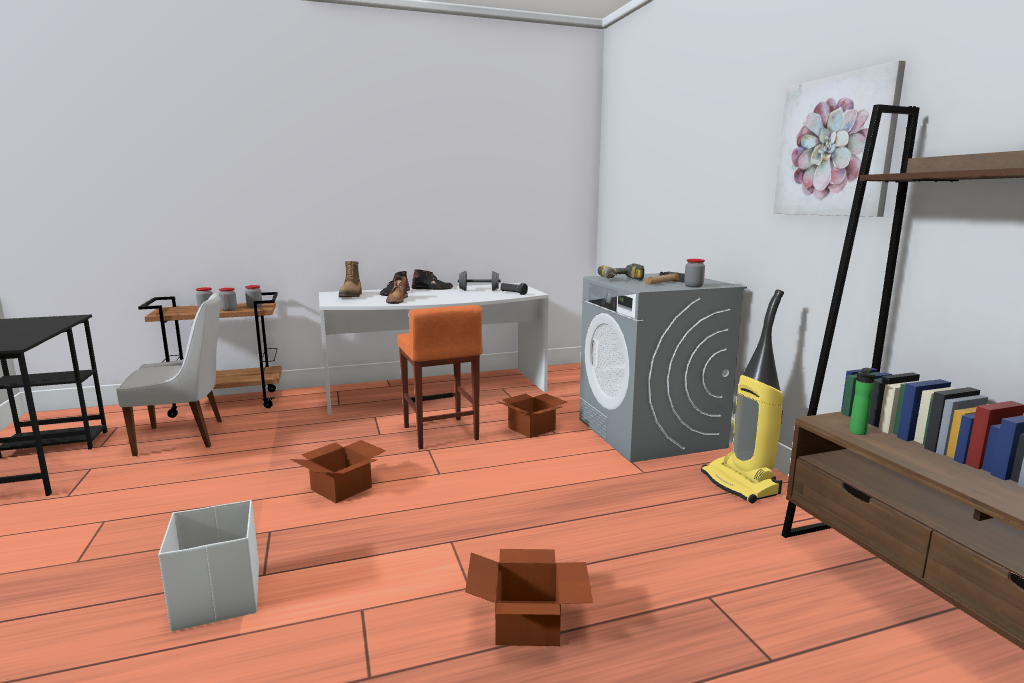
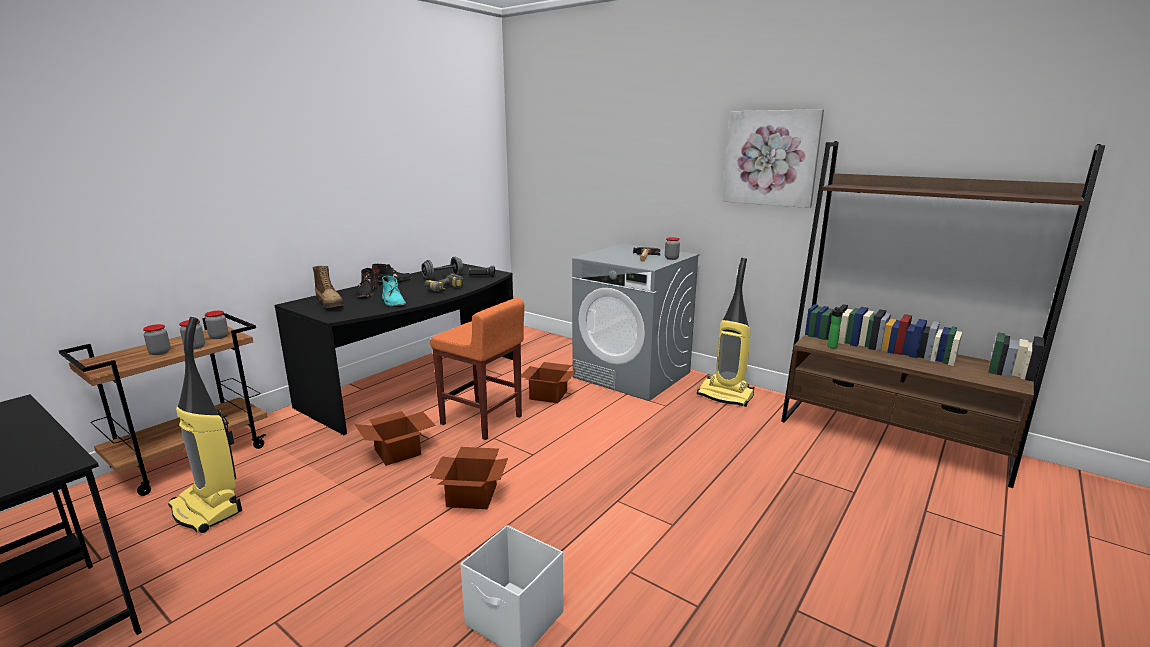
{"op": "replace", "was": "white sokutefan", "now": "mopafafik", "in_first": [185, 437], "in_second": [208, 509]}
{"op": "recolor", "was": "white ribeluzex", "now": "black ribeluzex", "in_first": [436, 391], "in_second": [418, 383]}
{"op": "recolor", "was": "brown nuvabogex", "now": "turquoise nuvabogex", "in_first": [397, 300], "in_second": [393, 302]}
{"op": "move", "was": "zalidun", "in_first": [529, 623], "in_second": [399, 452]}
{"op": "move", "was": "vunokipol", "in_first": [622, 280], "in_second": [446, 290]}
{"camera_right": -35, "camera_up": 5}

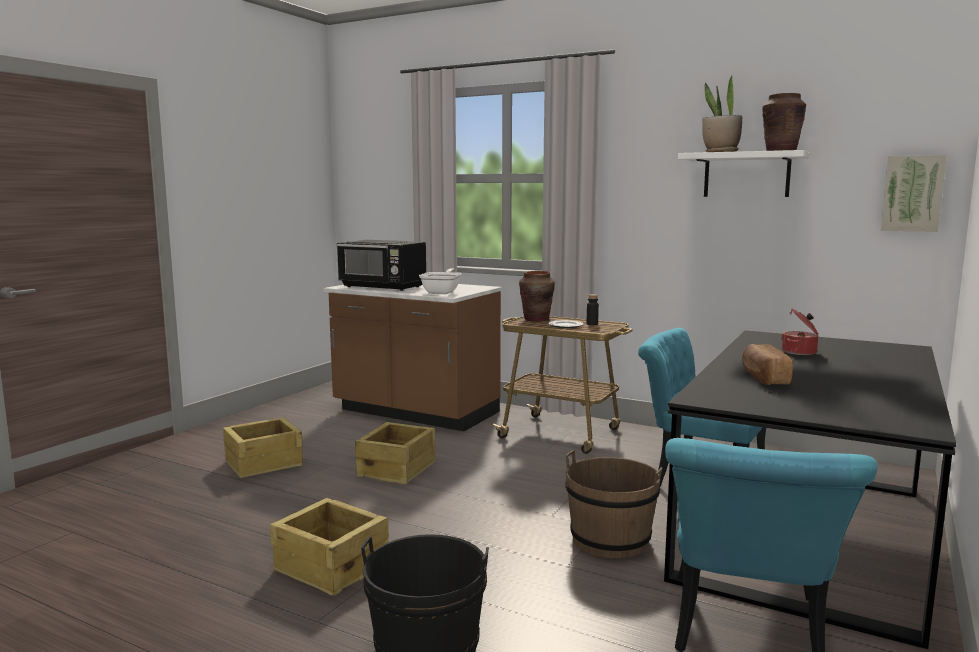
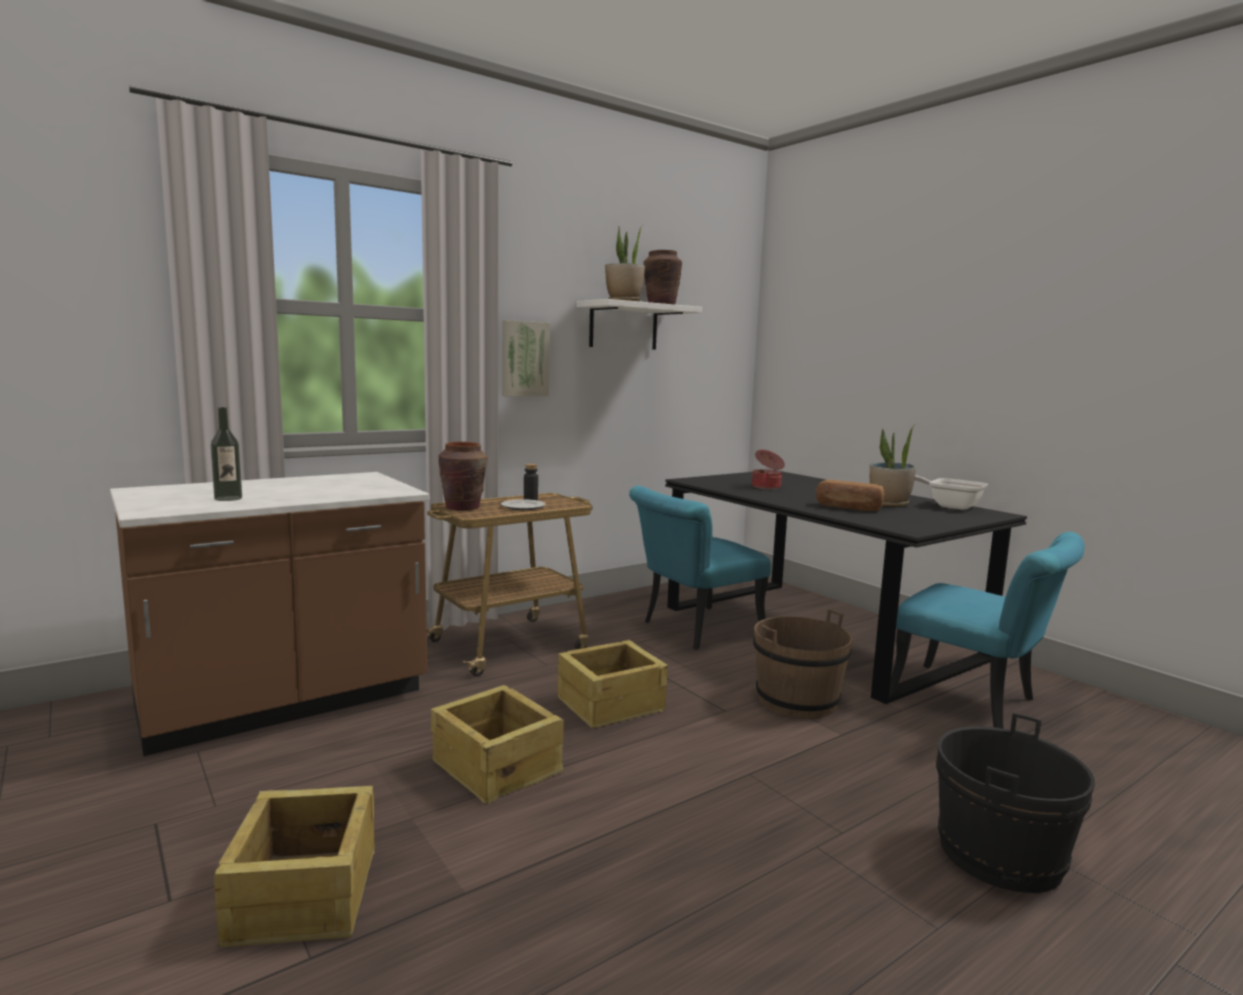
{"op": "move", "was": "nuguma", "in_first": [332, 566], "in_second": [609, 704]}
{"op": "replace", "was": "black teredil", "now": "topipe", "in_first": [383, 287], "in_second": [228, 498]}
{"op": "move", "was": "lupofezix", "in_first": [442, 292], "in_second": [949, 505]}
{"op": "move", "was": "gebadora", "in_first": [912, 193], "in_second": [524, 359]}
{"op": "insert", "now": "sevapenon", "in_second": [889, 504]}
{"camera_right": -65, "camera_up": 0}

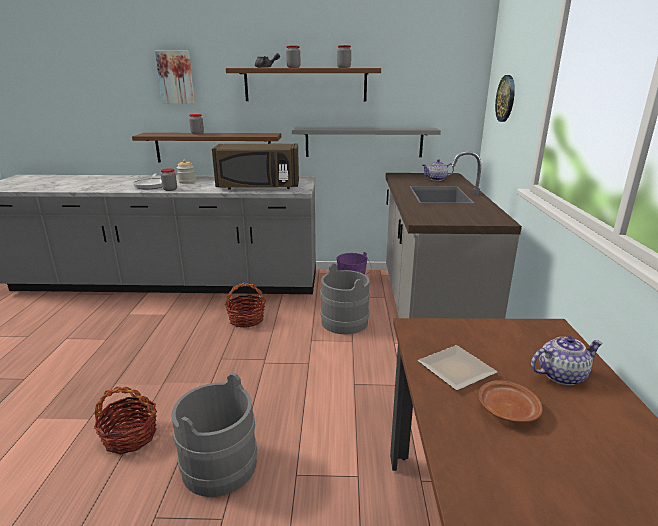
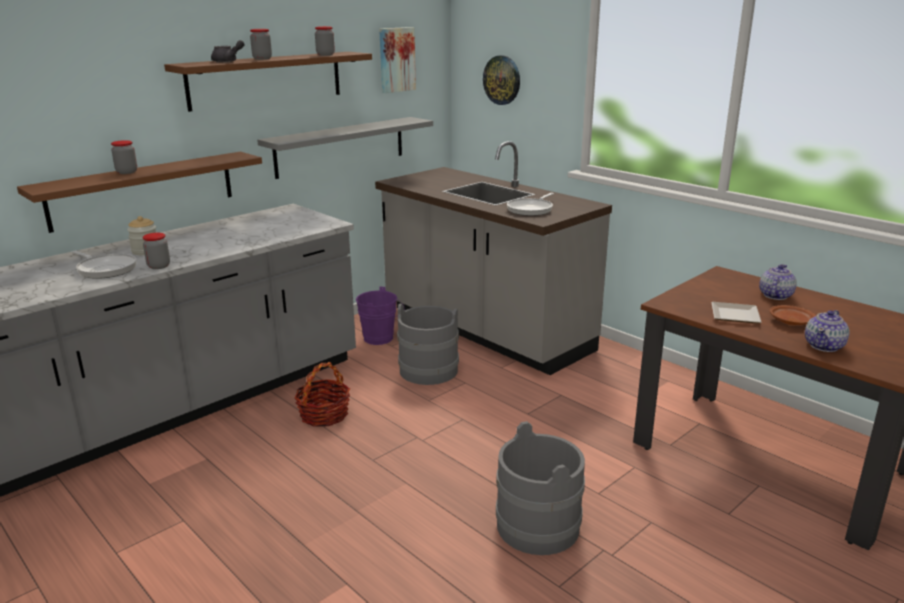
{"op": "delete", "was": "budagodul", "in_first": [130, 436]}
{"op": "move", "was": "gebadora", "in_first": [176, 77], "in_second": [396, 59]}
{"op": "delete", "was": "brown teredil", "in_first": [258, 187]}
{"op": "move", "was": "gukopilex", "in_first": [437, 179], "in_second": [824, 346]}
{"op": "insert", "now": "lupofezix", "in_second": [531, 209]}
{"camera_right": -45, "camera_up": 0}

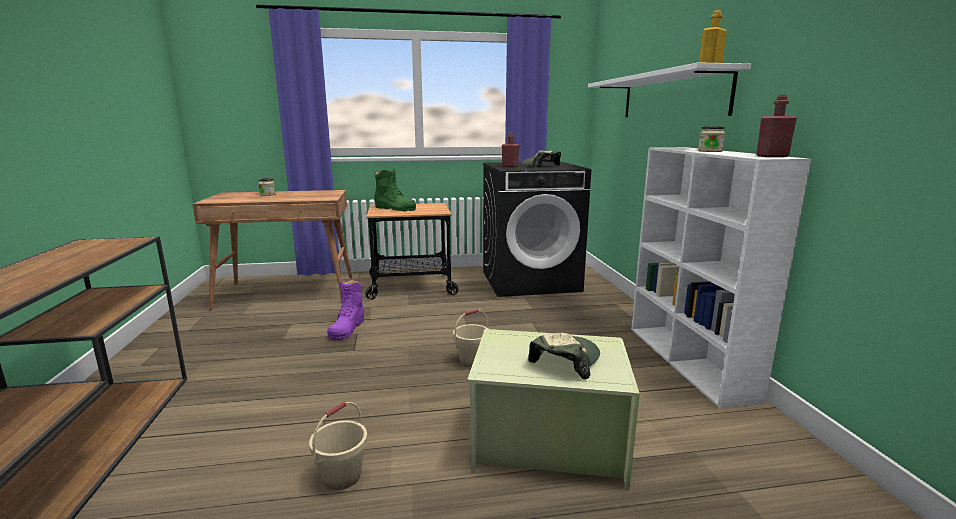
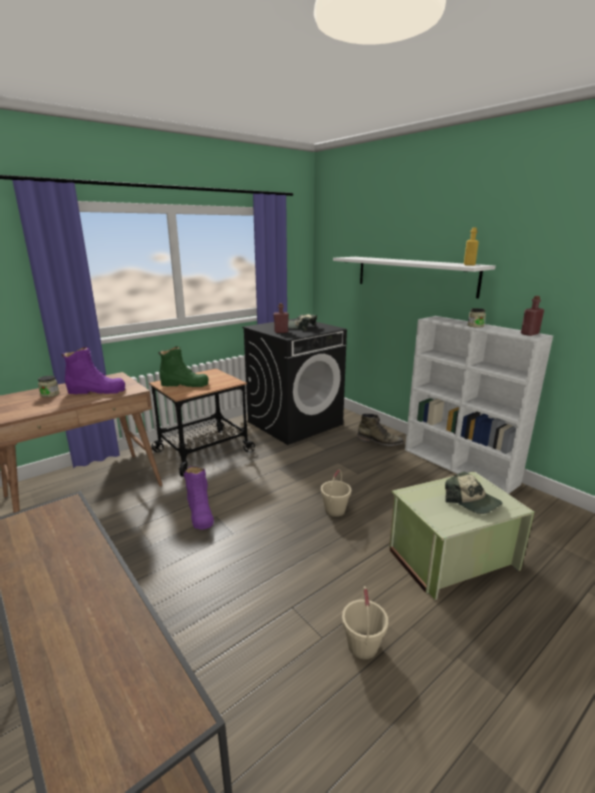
{"op": "rotate", "was": "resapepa", "in_first": [565, 361], "in_second": [472, 501], "clockwise": 135}
{"op": "insert", "now": "purple nuvabogex", "in_second": [97, 391]}
{"op": "insert", "now": "green nuvabogex", "in_second": [379, 442]}
{"camera_right": -30, "camera_up": 5}

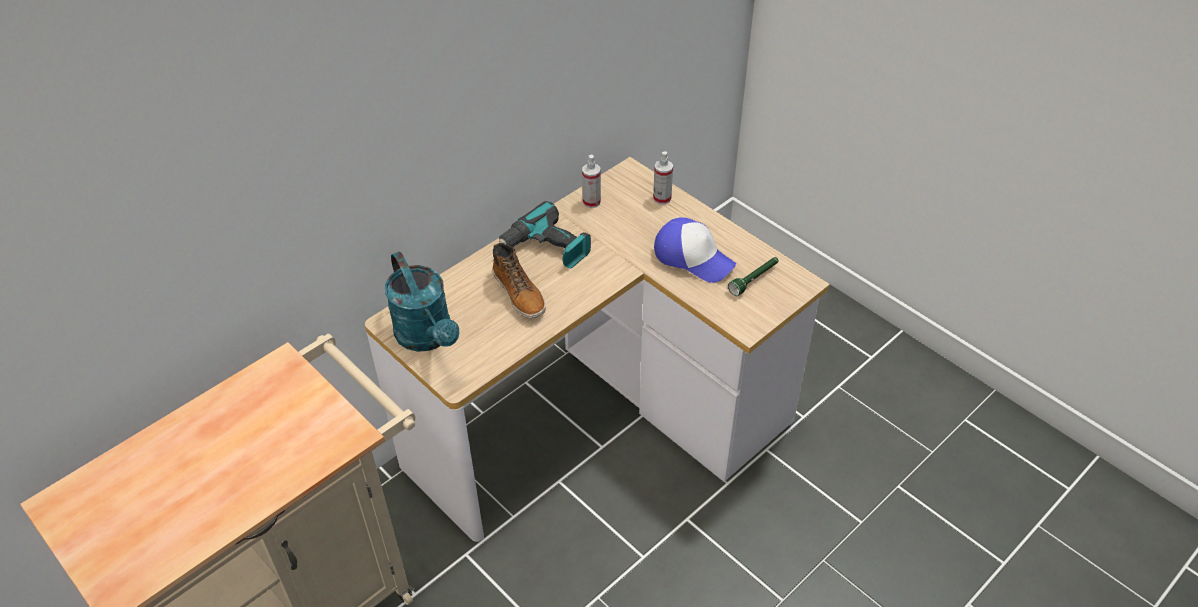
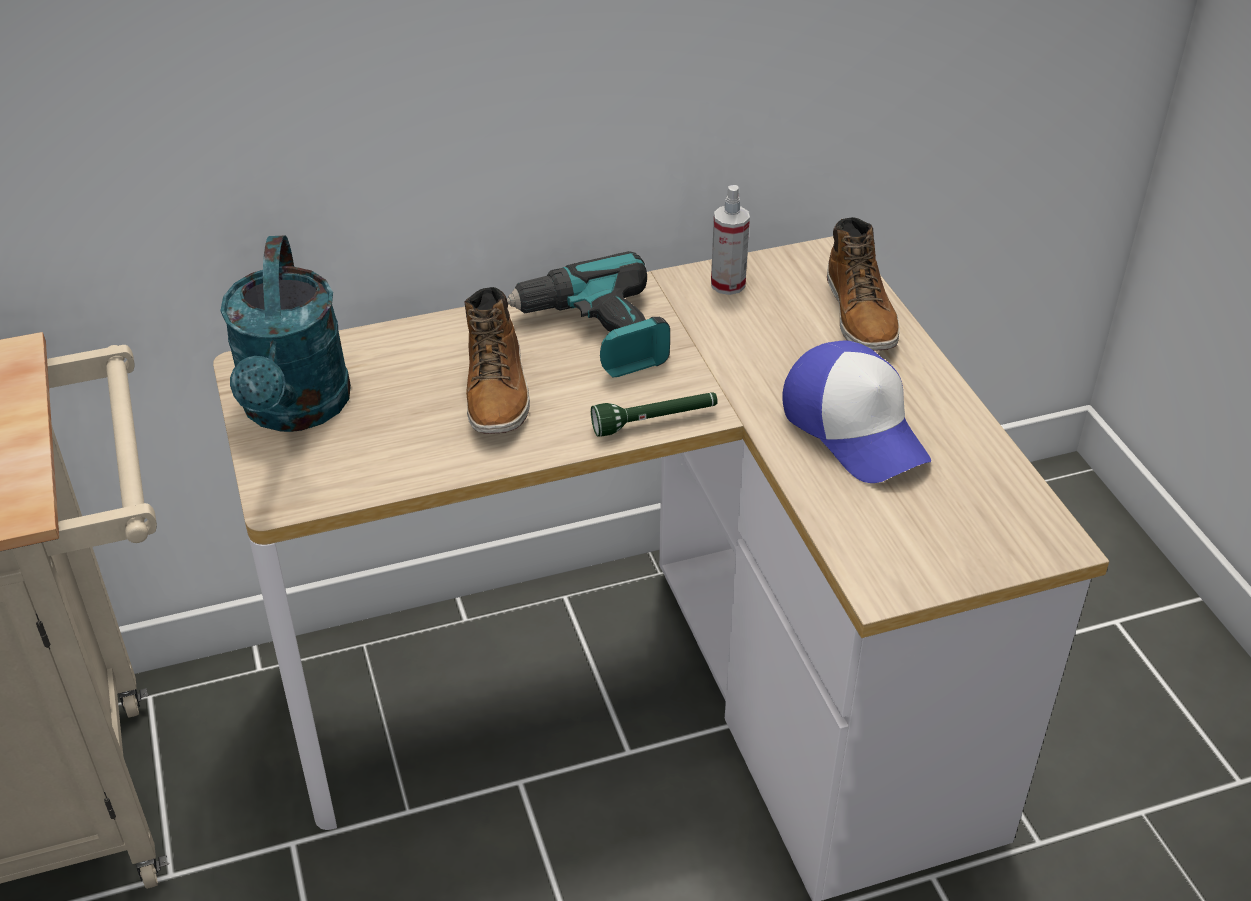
{"op": "replace", "was": "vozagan", "now": "nuvabogex", "in_first": [662, 198], "in_second": [861, 314]}
{"op": "move", "was": "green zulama", "in_first": [754, 279], "in_second": [655, 422]}
{"camera_right": 25, "camera_up": -5}

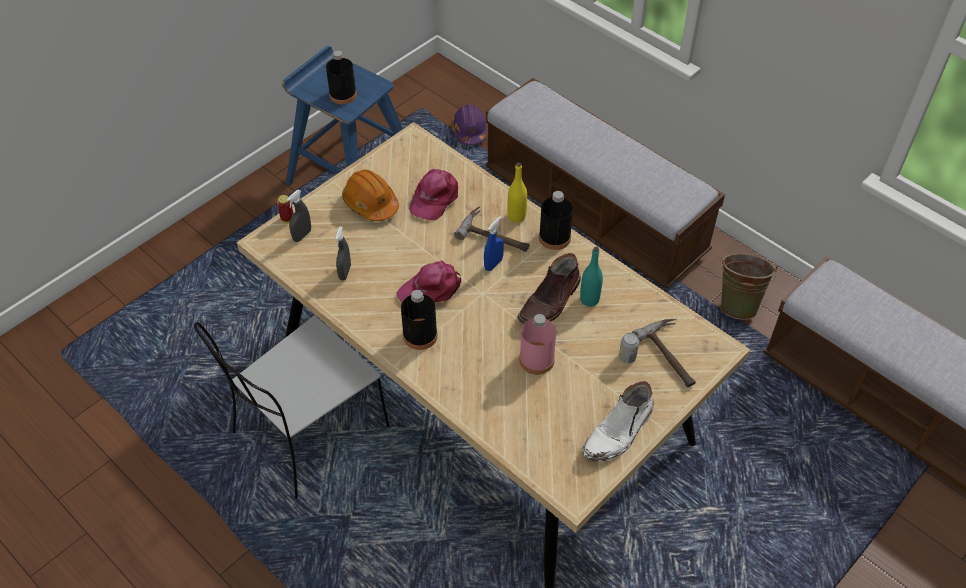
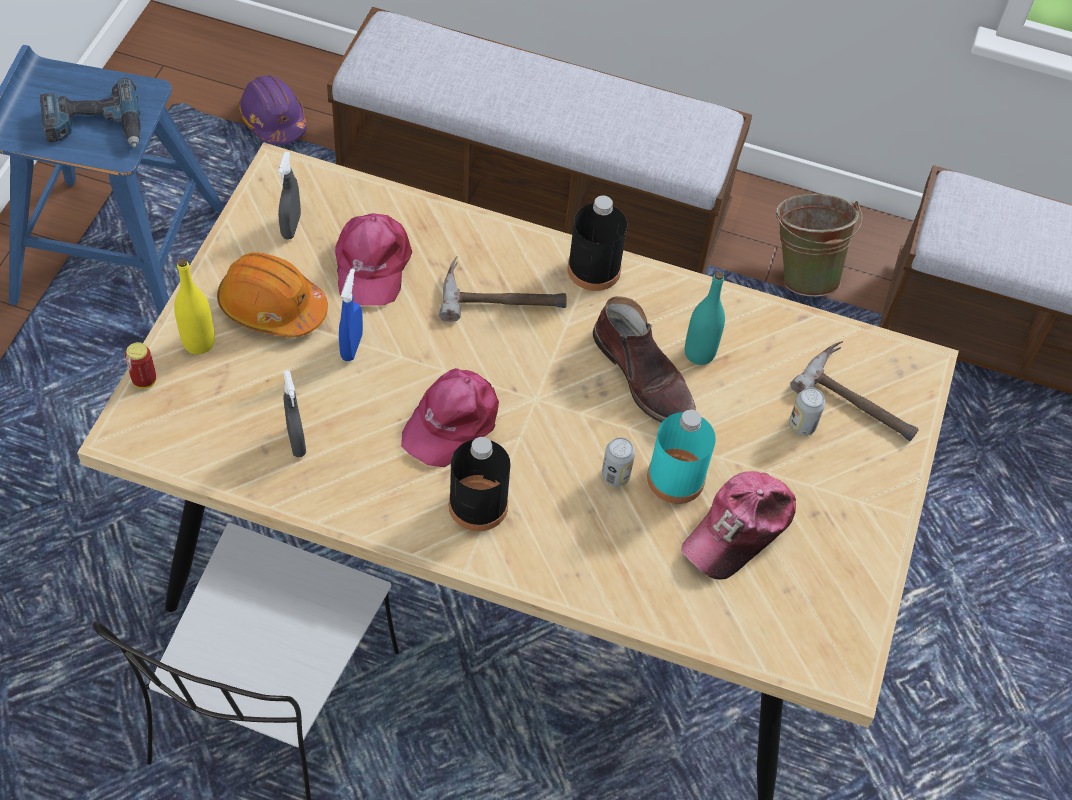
{"op": "move", "was": "grey vozagan", "in_first": [302, 235], "in_second": [291, 226]}
{"op": "replace", "was": "black topipe", "now": "vunokipol", "in_first": [343, 95], "in_second": [94, 126]}
{"op": "move", "was": "blue vozagan", "in_first": [493, 264], "in_second": [351, 346]}
{"op": "move", "was": "yellow topipe", "in_first": [516, 216], "in_second": [199, 342]}
{"op": "rotate", "was": "brown nuvabogex", "in_first": [550, 301], "in_second": [644, 376], "clockwise": -45}
{"op": "recolor", "was": "pink topipe", "now": "turquoise topipe", "in_first": [536, 359], "in_second": [675, 478]}
{"op": "delete", "was": "white nuvabogex", "in_first": [619, 432]}
{"op": "insert", "now": "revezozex", "in_second": [615, 475]}
{"op": "insert", "now": "resapepa", "in_second": [739, 529]}
{"camera_right": -30, "camera_up": 5}

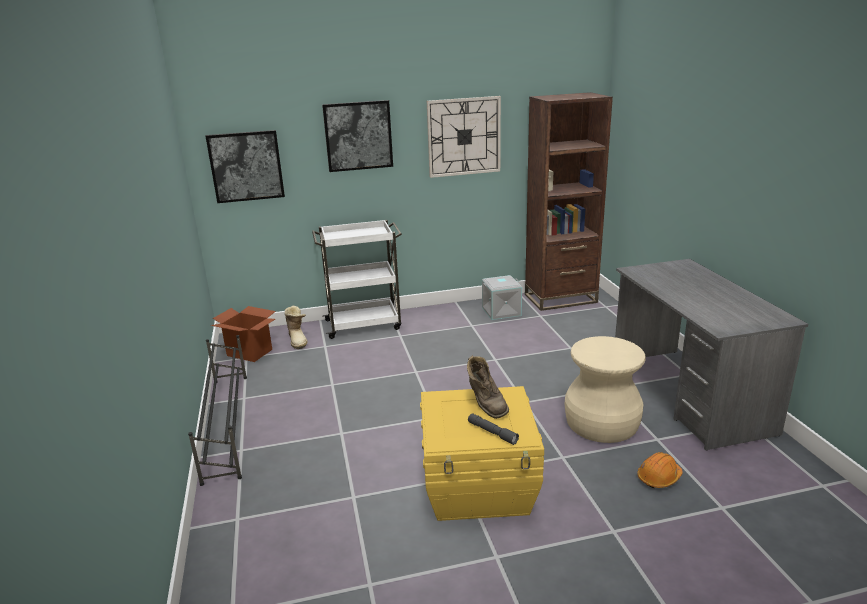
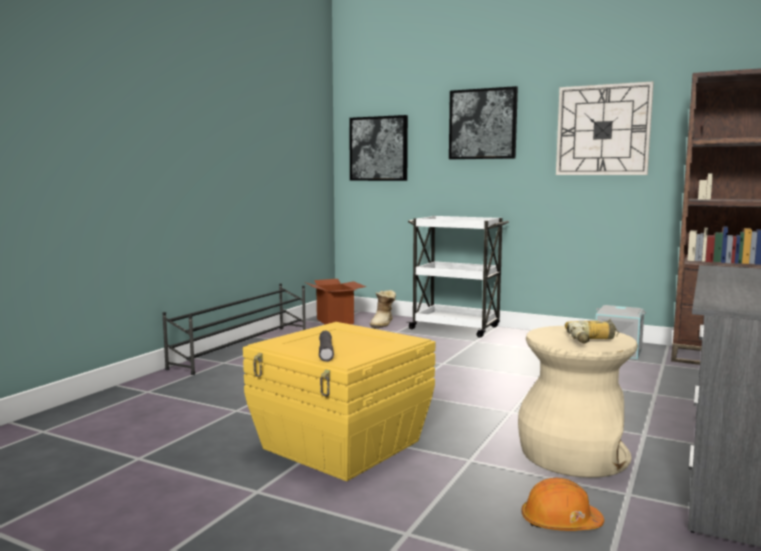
{"op": "delete", "was": "brown nuvabogex", "in_first": [485, 405]}
{"op": "insert", "now": "vunokipol", "in_second": [593, 339]}
{"camera_right": 40, "camera_up": -15}

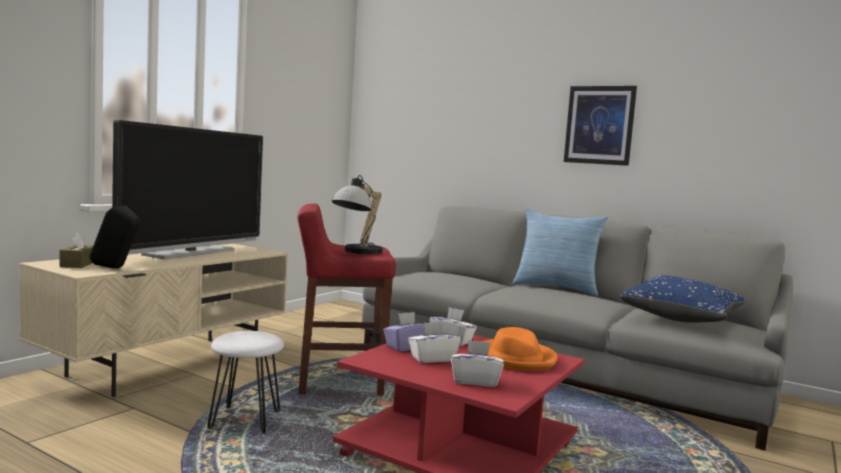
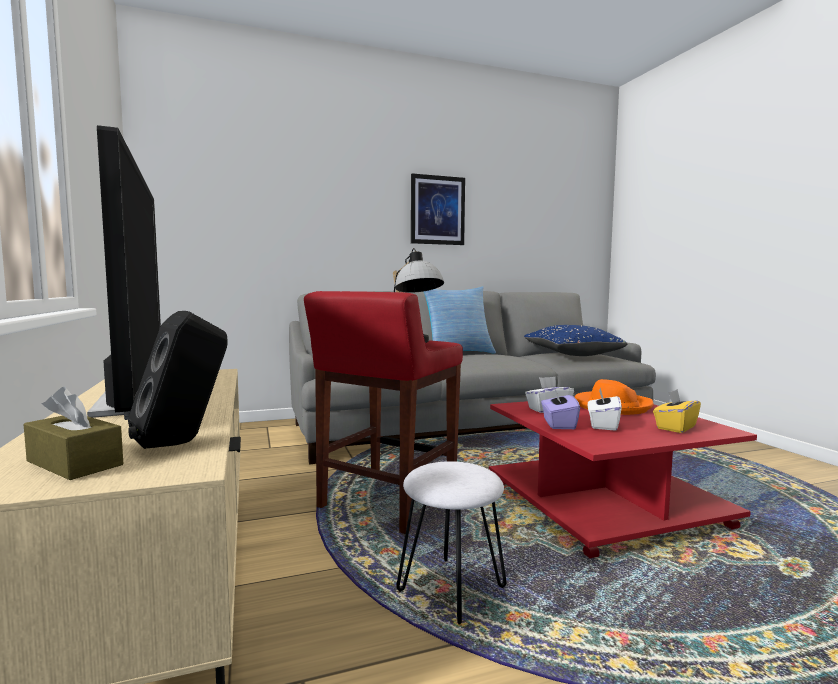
{"op": "recolor", "was": "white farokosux", "now": "yellow farokosux", "in_first": [475, 381], "in_second": [675, 427]}
{"camera_right": -50, "camera_up": 0}

